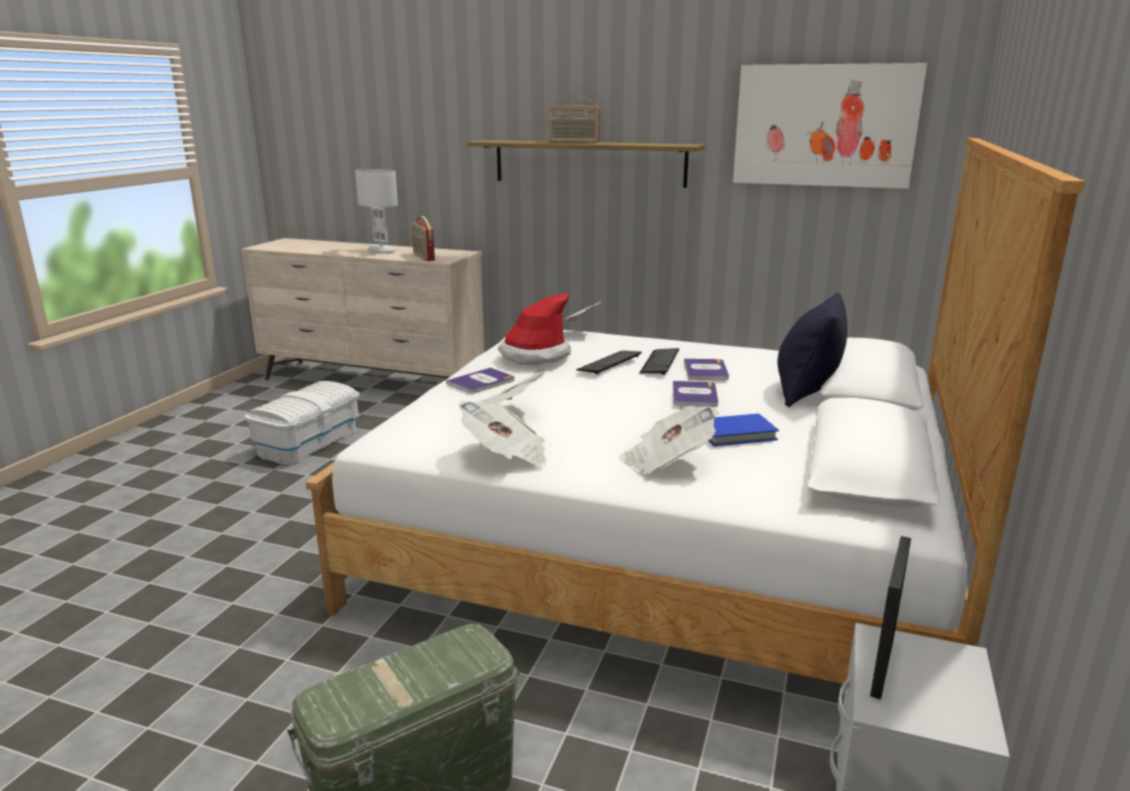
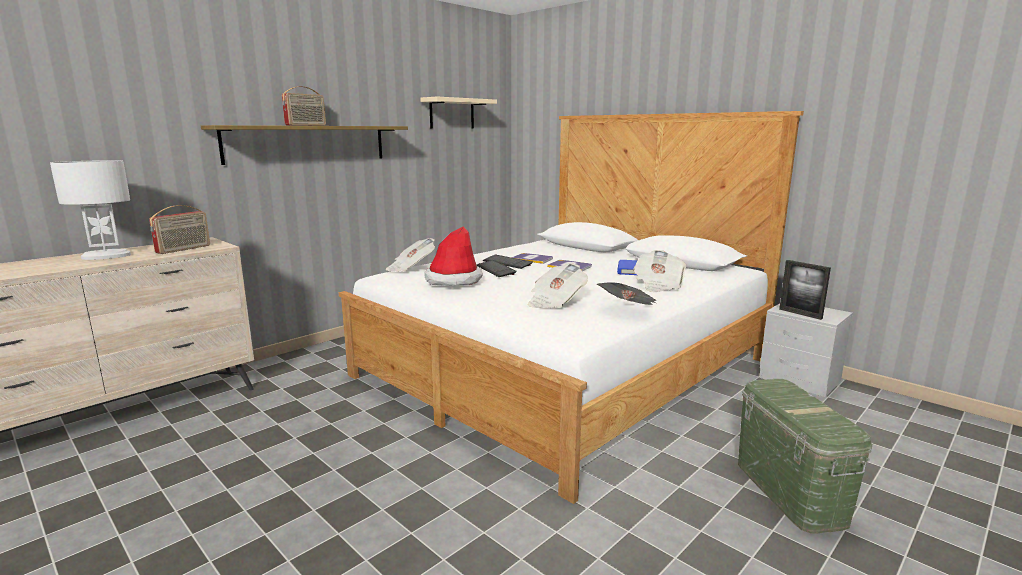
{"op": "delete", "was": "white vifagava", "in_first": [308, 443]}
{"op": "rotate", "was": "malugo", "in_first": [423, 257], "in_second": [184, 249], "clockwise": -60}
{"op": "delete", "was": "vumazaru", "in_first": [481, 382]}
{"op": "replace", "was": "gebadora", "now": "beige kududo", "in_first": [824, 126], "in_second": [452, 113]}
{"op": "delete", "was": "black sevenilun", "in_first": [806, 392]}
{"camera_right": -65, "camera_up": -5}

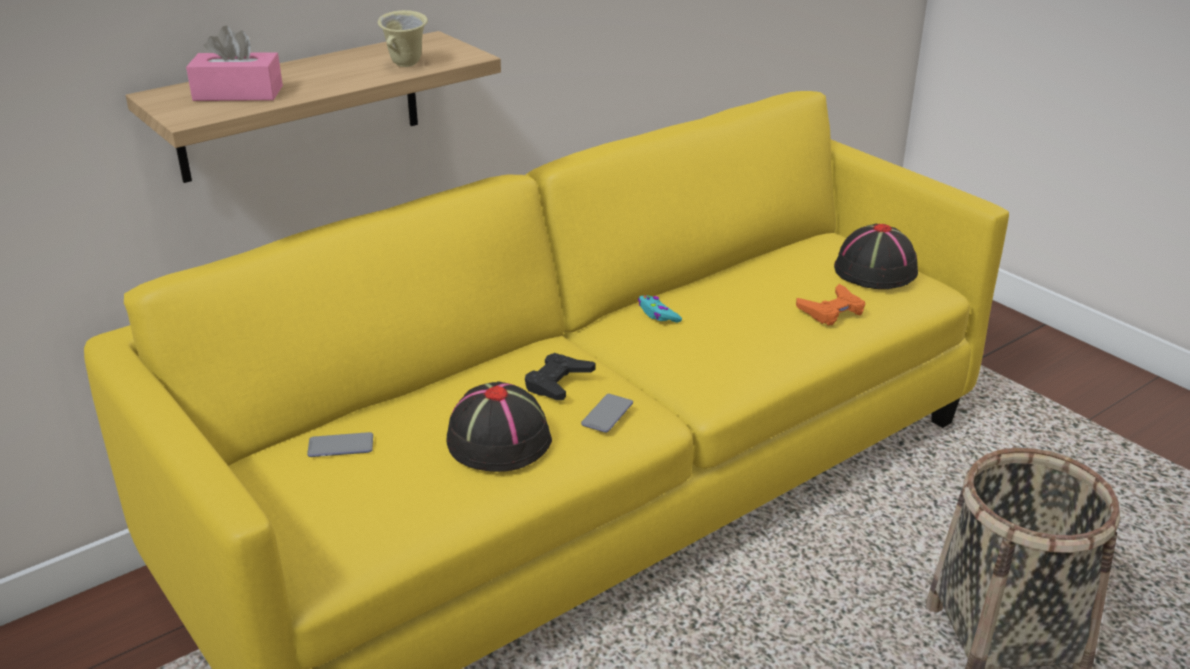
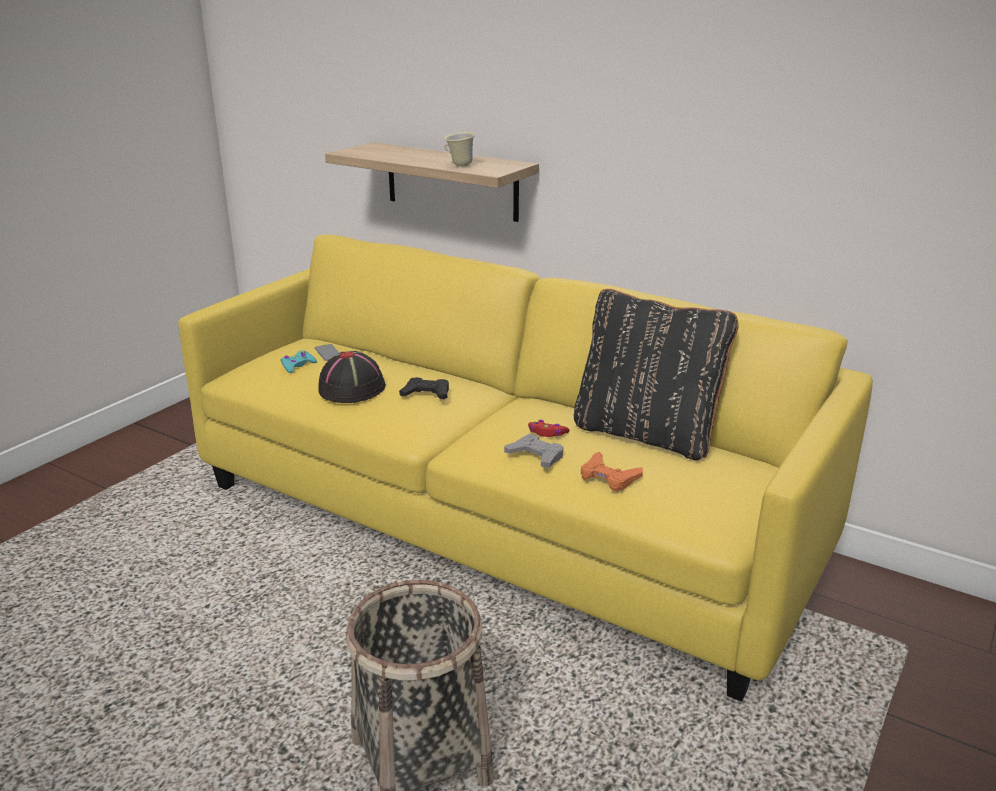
{"op": "delete", "was": "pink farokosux", "in_first": [238, 93]}
{"op": "delete", "was": "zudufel", "in_first": [607, 414]}
{"op": "move", "was": "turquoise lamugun", "in_first": [658, 315], "in_second": [297, 366]}
{"op": "delete", "was": "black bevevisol", "in_first": [875, 271]}
{"op": "insert", "now": "grey lamugun", "in_second": [535, 456]}
{"op": "insert", "now": "red lamugun", "in_second": [547, 433]}
{"op": "insert", "now": "black sevenilun", "in_second": [646, 434]}
{"camera_right": 70, "camera_up": -5}

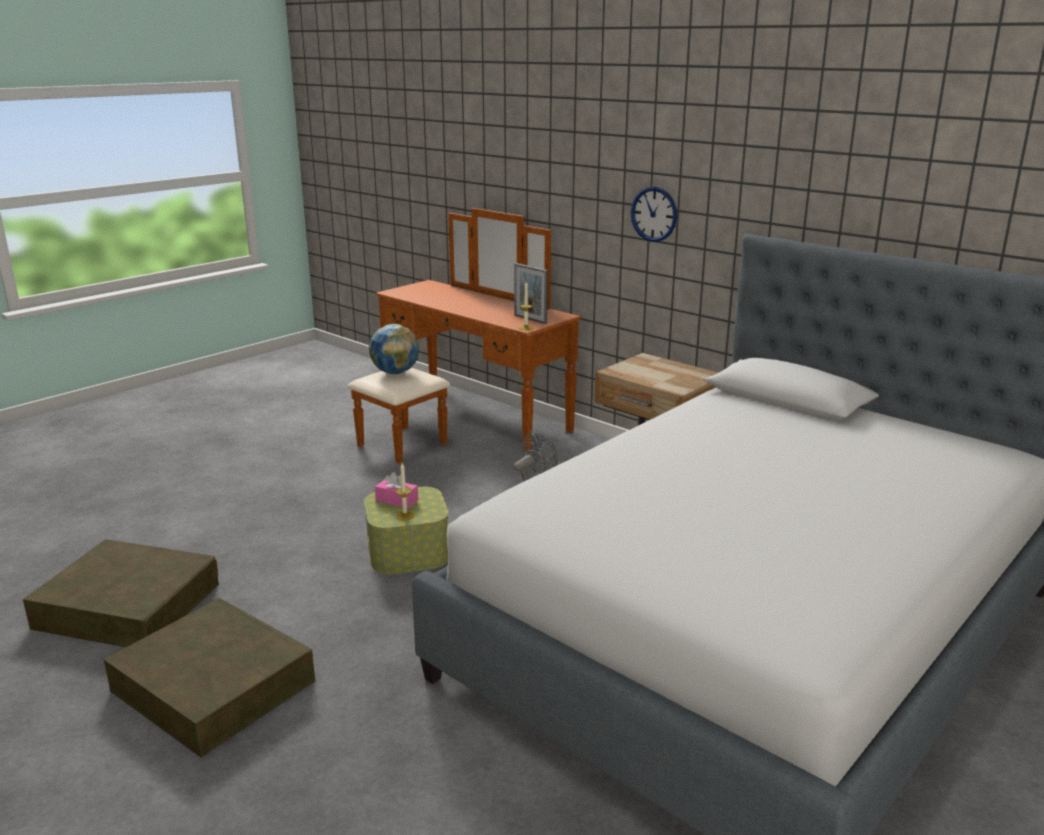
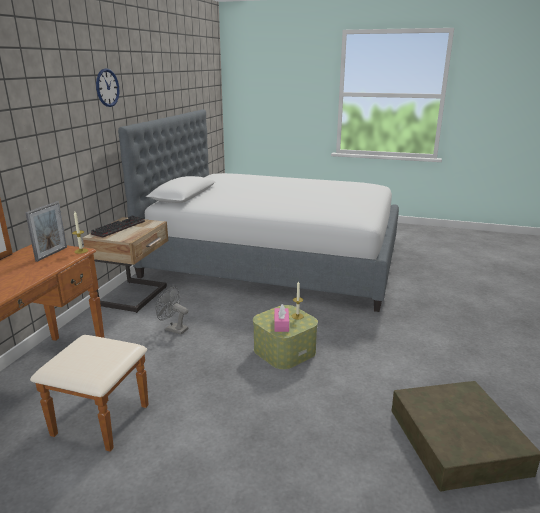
{"op": "delete", "was": "brown vifagava", "in_first": [213, 686]}
{"op": "delete", "was": "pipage", "in_first": [395, 372]}
{"op": "move", "was": "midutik", "in_first": [654, 214], "in_second": [107, 87]}
{"op": "insert", "now": "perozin", "in_second": [118, 227]}
{"camera_right": -115, "camera_up": 0}

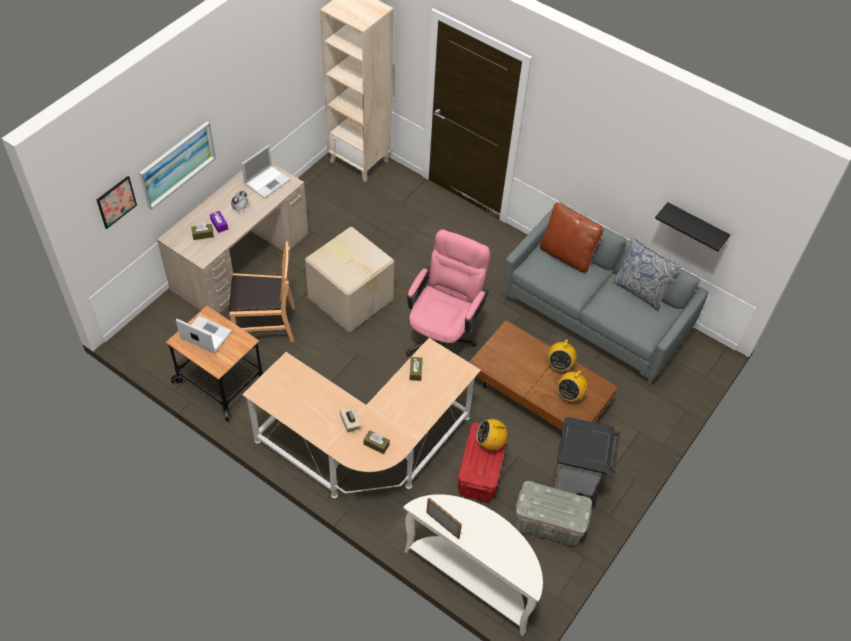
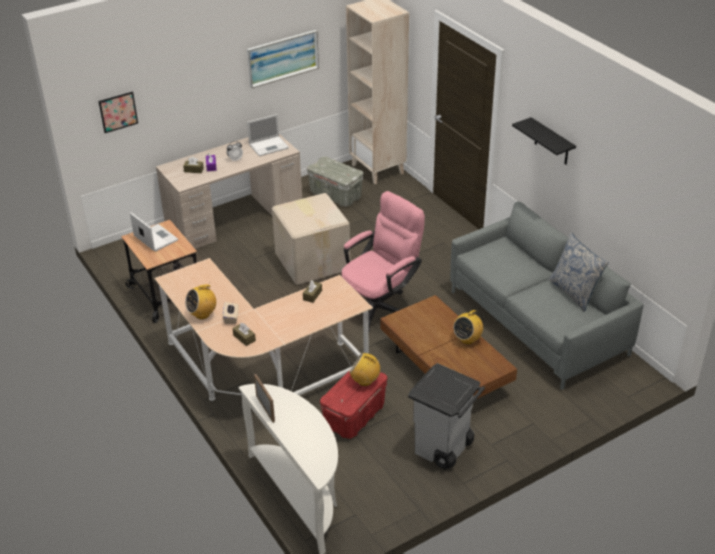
{"op": "move", "was": "gebadora", "in_first": [177, 164], "in_second": [283, 58]}
{"op": "delete", "was": "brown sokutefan", "in_first": [265, 324]}
{"op": "move", "was": "grey vifagava", "in_first": [549, 524], "in_second": [336, 195]}
{"op": "delete", "was": "brown sevenilun", "in_first": [566, 255]}
{"op": "move", "was": "malugo", "in_first": [570, 395], "in_second": [202, 314]}
{"op": "move", "was": "black kududo", "in_first": [695, 227], "in_second": [551, 142]}
{"camera_right": 25, "camera_up": -15}

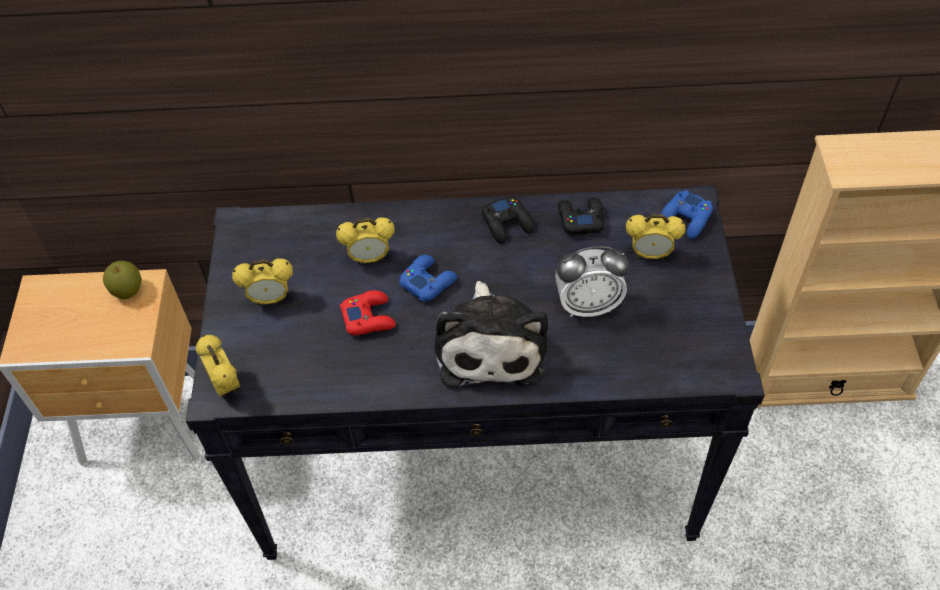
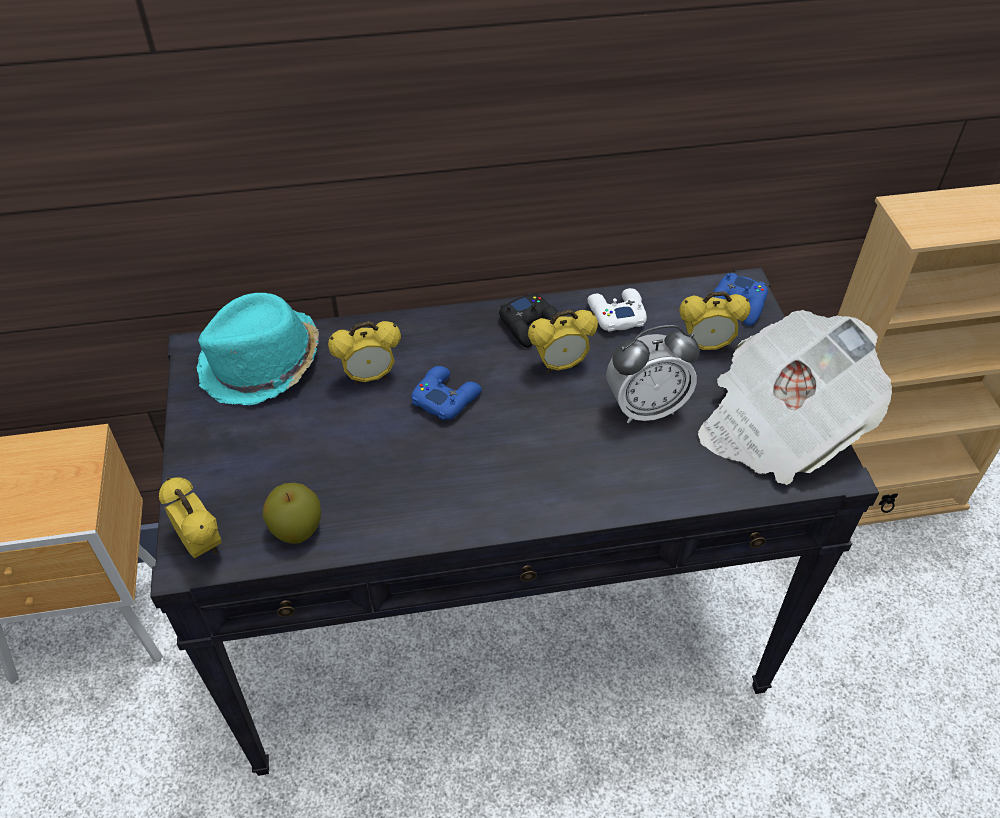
{"op": "move", "was": "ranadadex", "in_first": [127, 290], "in_second": [296, 529]}
{"op": "move", "was": "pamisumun", "in_first": [270, 299], "in_second": [560, 365]}
{"op": "delete", "was": "red lamugun", "in_first": [369, 317]}
{"op": "delete", "was": "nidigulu", "in_first": [490, 344]}
{"op": "recolor", "was": "black lamugun", "now": "white lamugun", "in_first": [580, 219], "in_second": [616, 314]}
{"op": "insert", "now": "turquoise bevevisol", "in_second": [261, 365]}
{"op": "insert", "now": "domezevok", "in_second": [779, 425]}
{"camera_right": -10, "camera_up": -5}

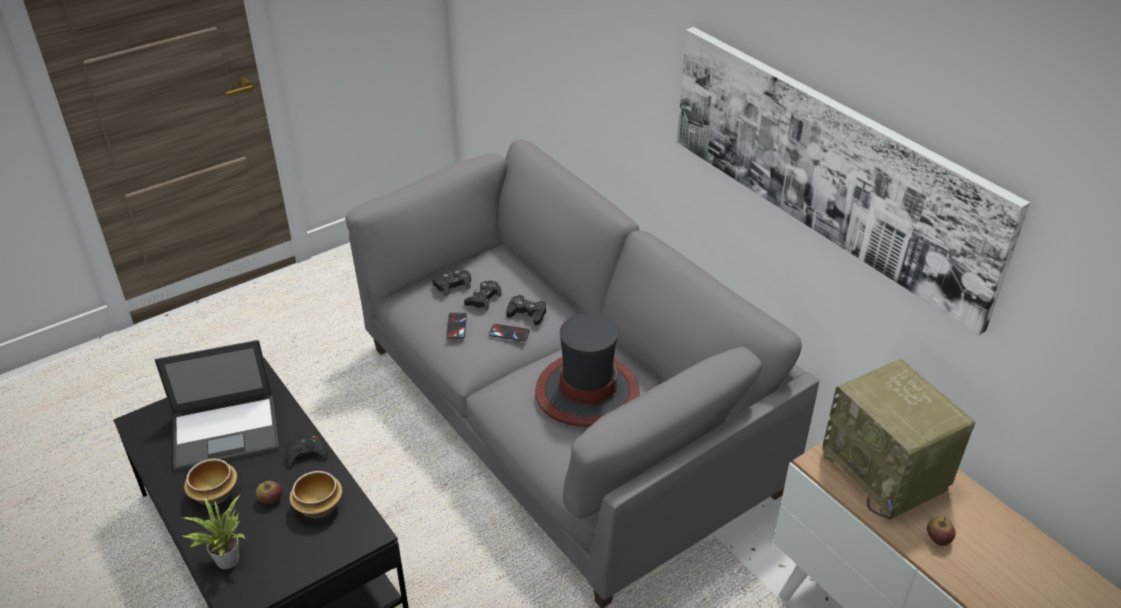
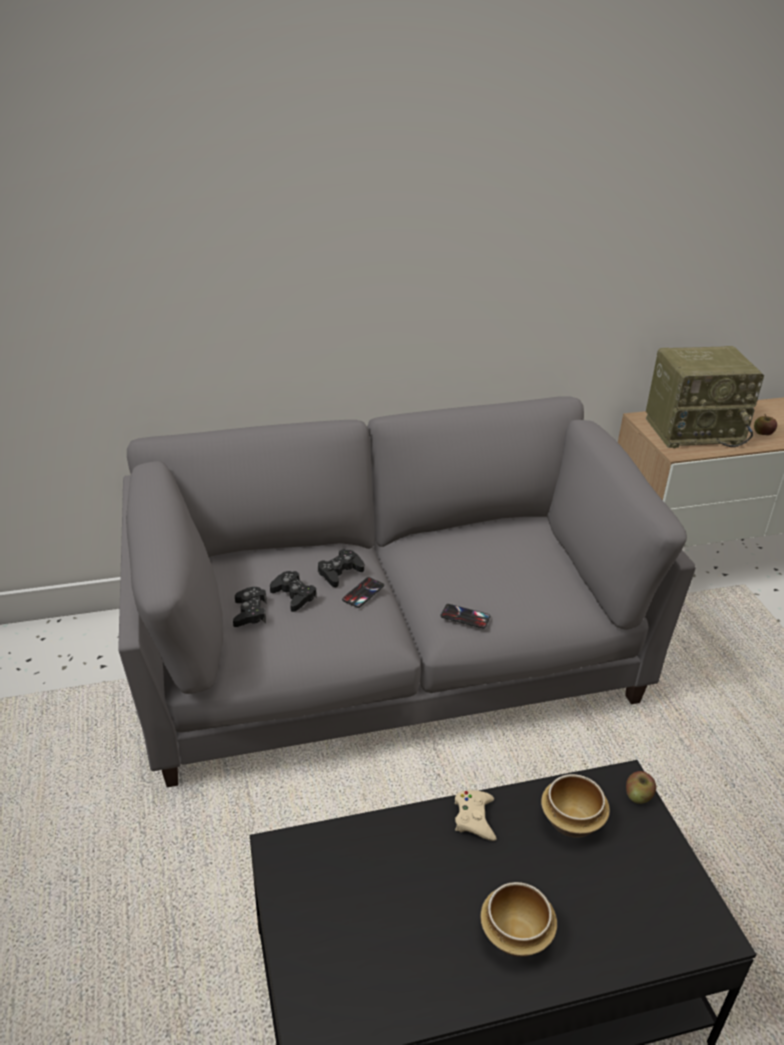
{"op": "delete", "was": "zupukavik", "in_first": [227, 432]}
{"op": "delete", "was": "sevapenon", "in_first": [225, 559]}
{"op": "move", "was": "ranadadex", "in_first": [270, 499], "in_second": [638, 796]}
{"op": "recolor", "was": "black lamugun", "now": "beige lamugun", "in_first": [306, 454], "in_second": [474, 818]}
{"op": "move", "was": "zudufel", "in_first": [456, 326], "in_second": [465, 616]}
{"op": "delete", "was": "bevevisol", "in_first": [586, 392]}
{"op": "delete", "was": "gebadora", "in_first": [828, 165]}
{"camera_right": -70, "camera_up": -5}

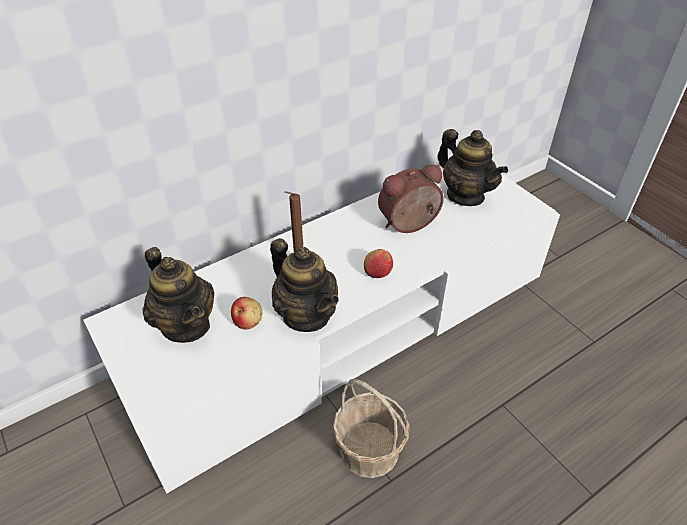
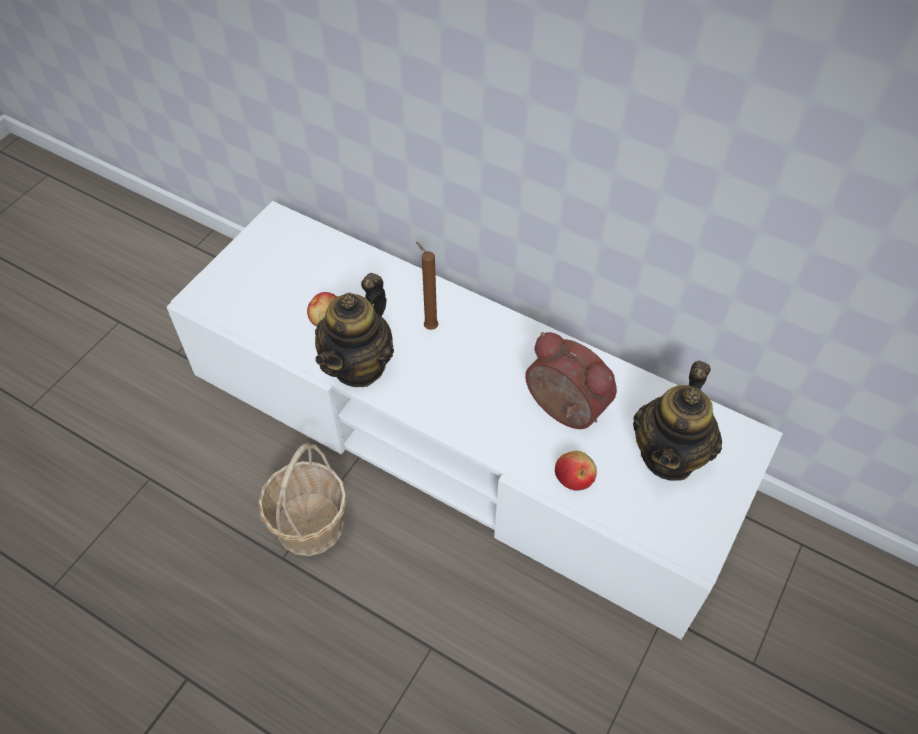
{"op": "delete", "was": "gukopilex", "in_first": [186, 325]}
{"op": "move", "was": "ranadadex", "in_first": [377, 272], "in_second": [574, 478]}
{"camera_right": 65, "camera_up": 10}

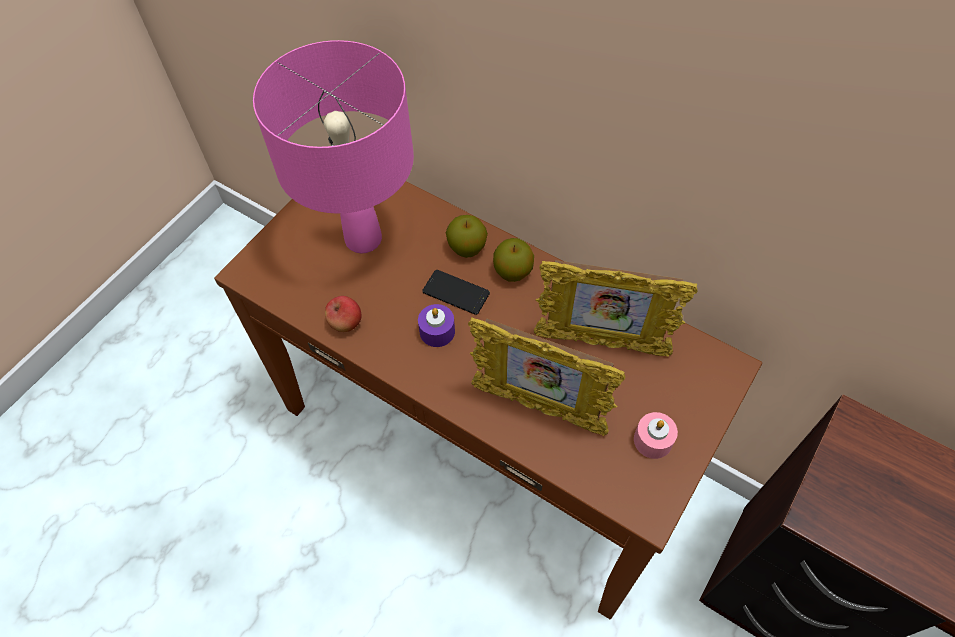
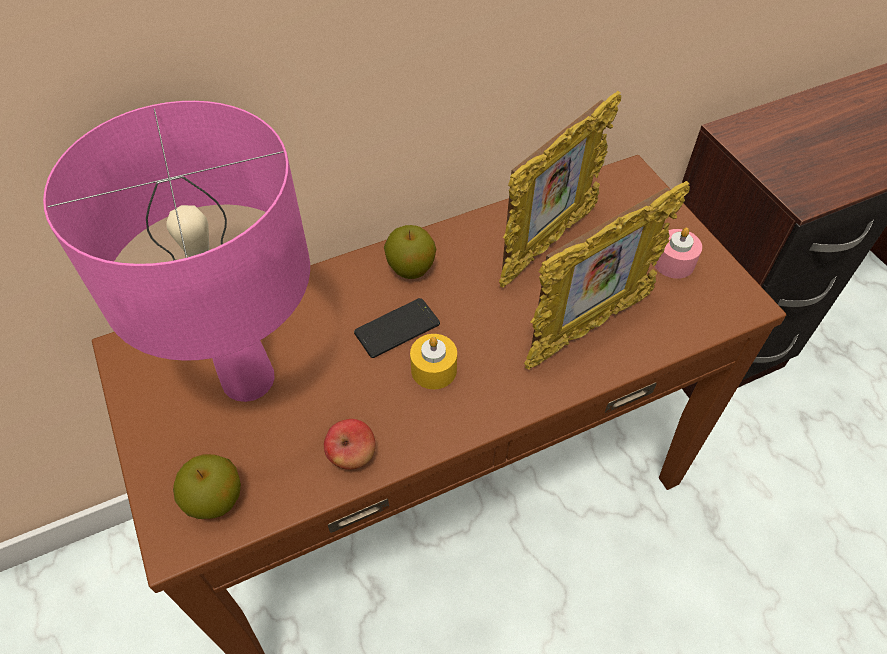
{"op": "recolor", "was": "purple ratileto", "now": "yellow ratileto", "in_first": [437, 331], "in_second": [434, 369]}
{"op": "move", "was": "ranadadex", "in_first": [467, 248], "in_second": [215, 499]}
{"camera_right": -60, "camera_up": -5}

